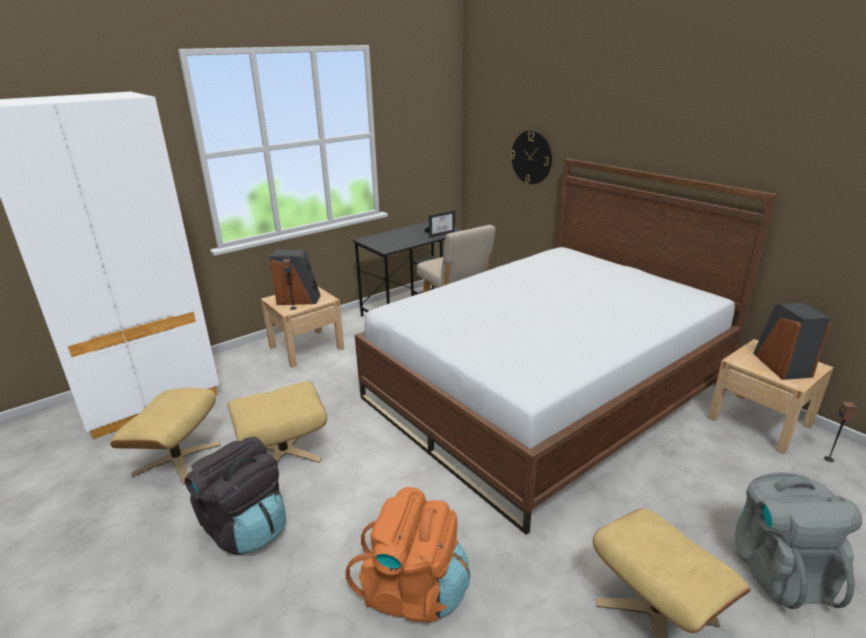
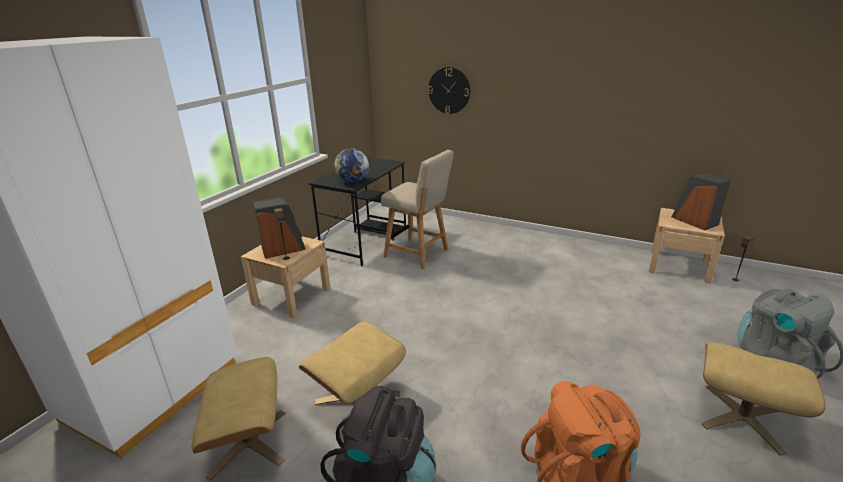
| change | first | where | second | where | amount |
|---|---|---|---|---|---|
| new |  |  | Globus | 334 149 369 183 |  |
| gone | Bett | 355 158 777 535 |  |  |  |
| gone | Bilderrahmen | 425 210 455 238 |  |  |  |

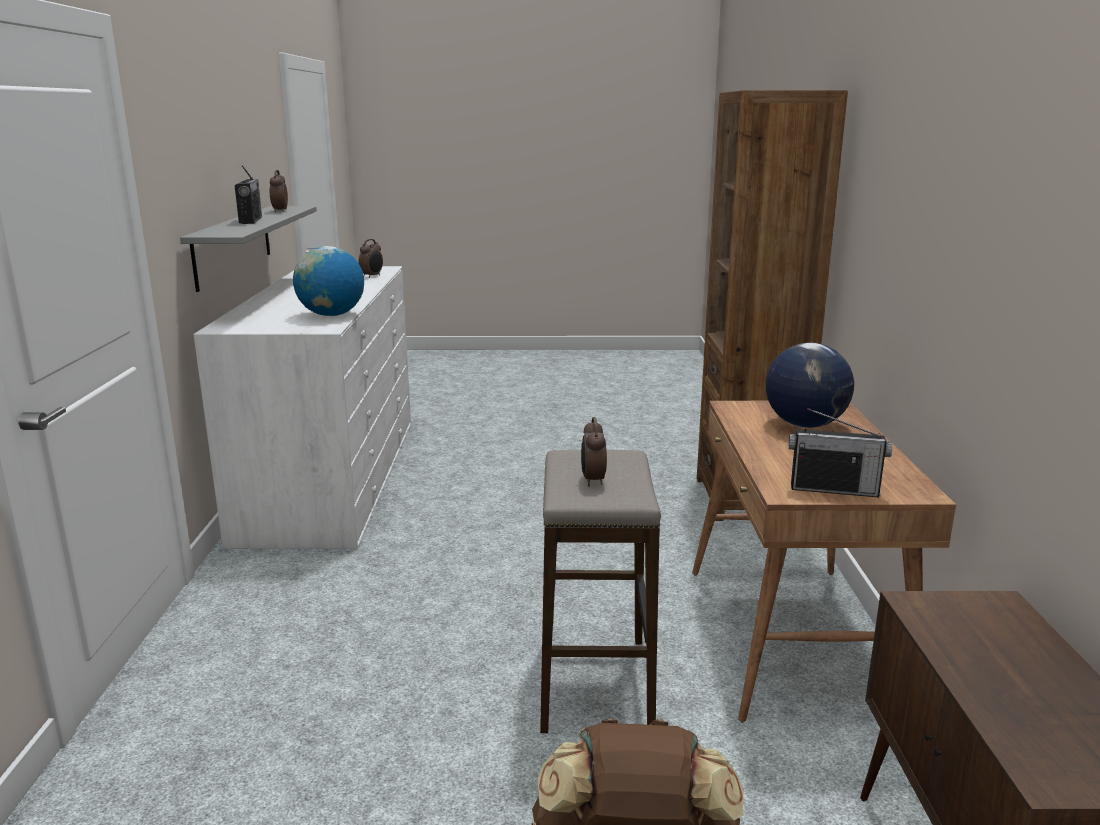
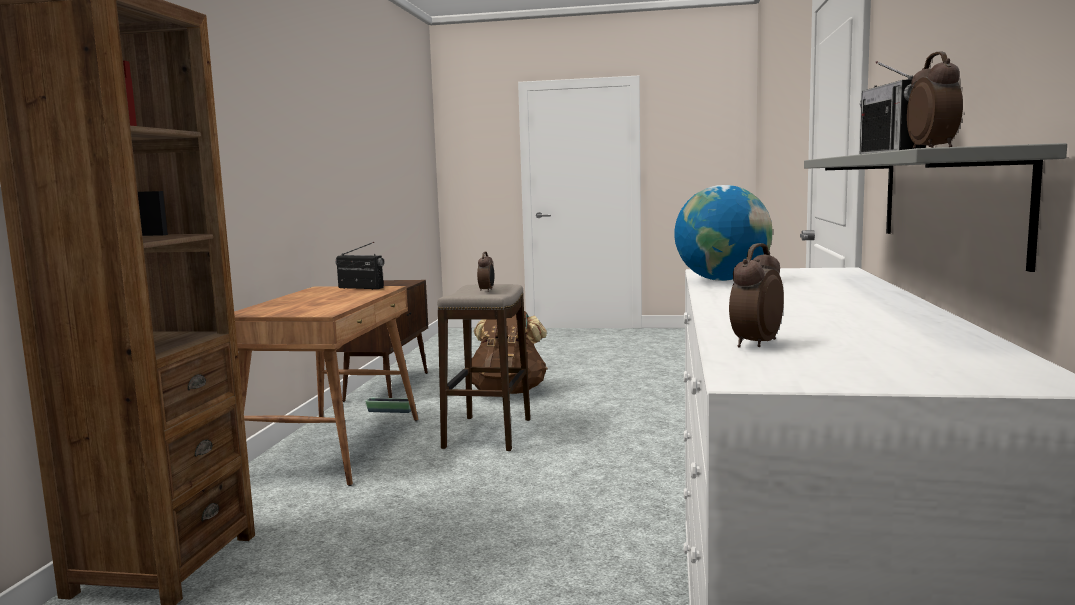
| change | first | where | second | where | amount |
|---|---|---|---|---|---|
| new |  |  | Pflanzkübel | 365 398 411 413 |  |
| gone | Globus | 766 343 854 428 |  |  |  |

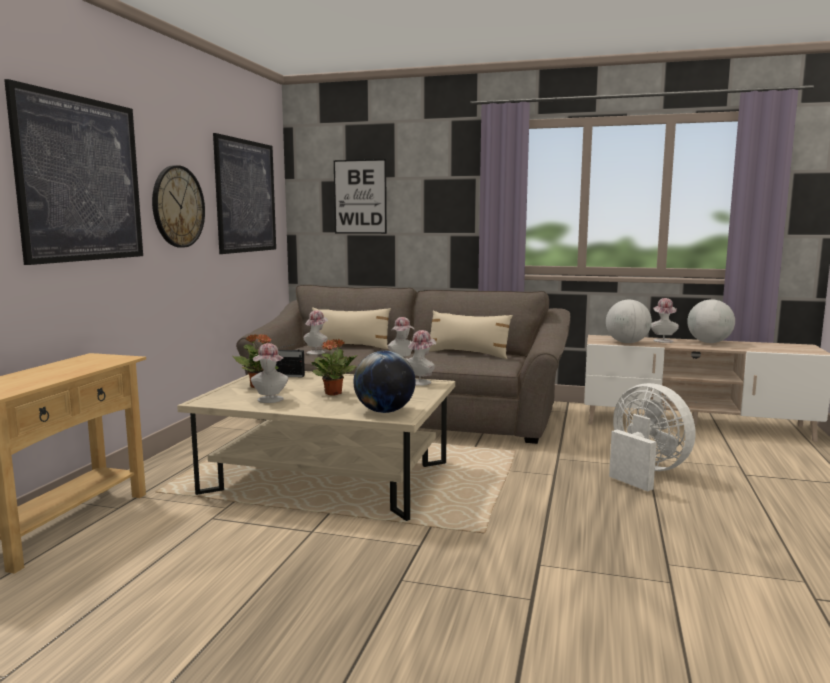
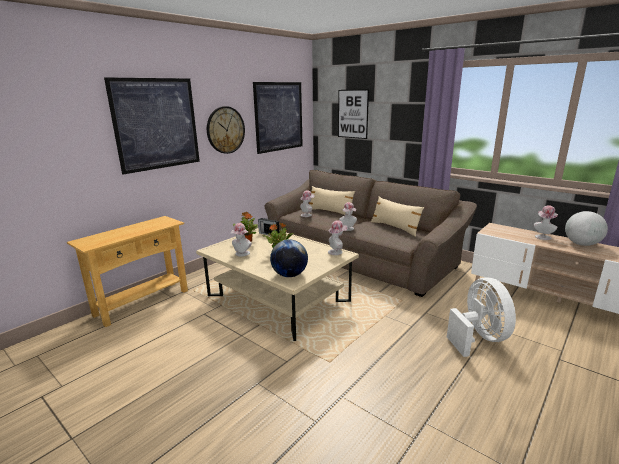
| change | first | where | second | where | amount |
|---|---|---|---|---|---|
| gone | Globus | 606 300 652 343 |  |  |  |

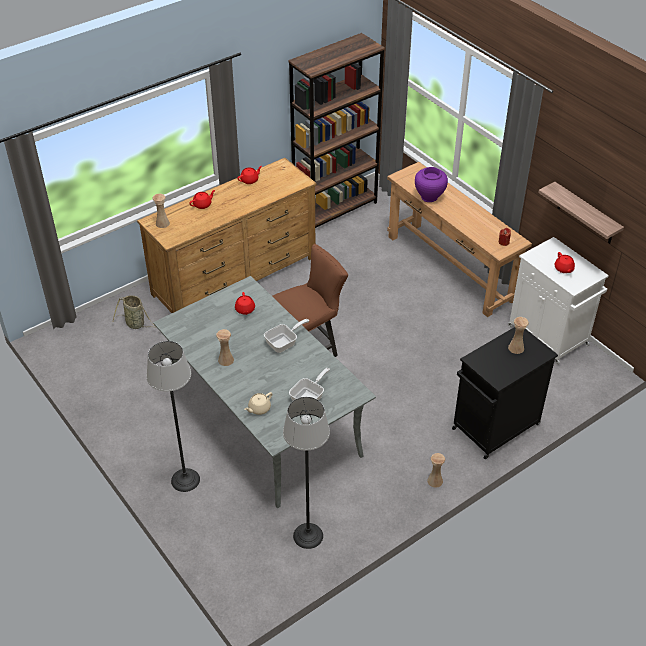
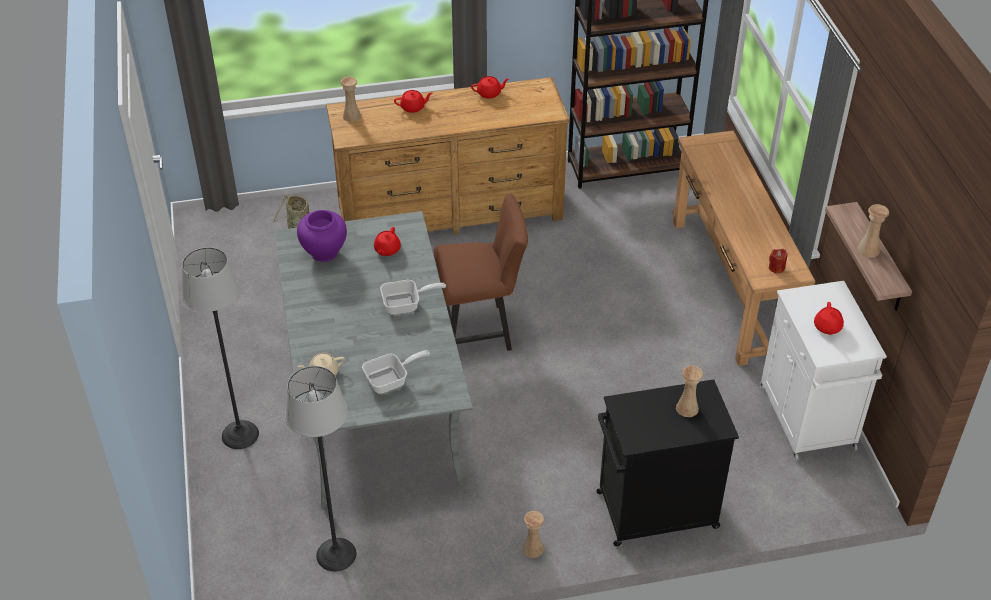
| change | first | where | second | where | amount |
|---|---|---|---|---|---|
| shifted | Vase [lila] | 415 167 448 202 |  | 297 210 347 262 |  |
| shifted | Vase [beige] | 216 329 234 366 |  | 857 204 889 258 |  |

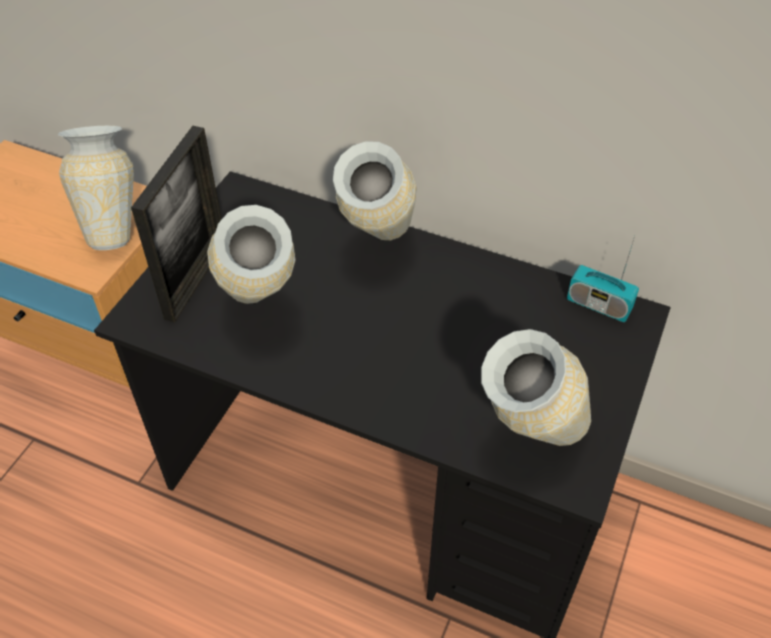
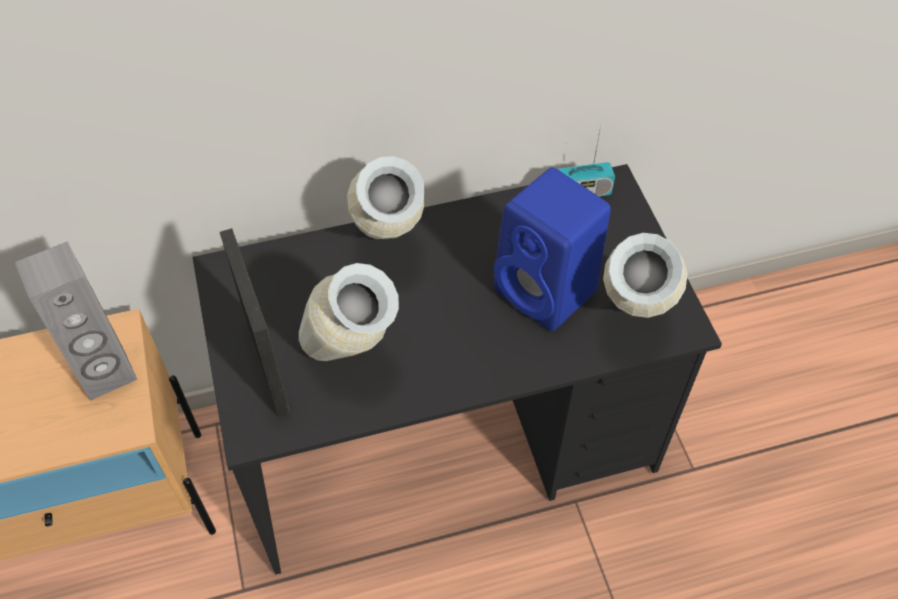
| change | first | where | second | where | amount |
|---|---|---|---|---|---|
| swapped | Vase | 58 126 134 250 | Lautsprecher [grau] | 15 241 137 401 |  |
| new |  |  | Lautsprecher [blau] | 494 167 611 331 |  |

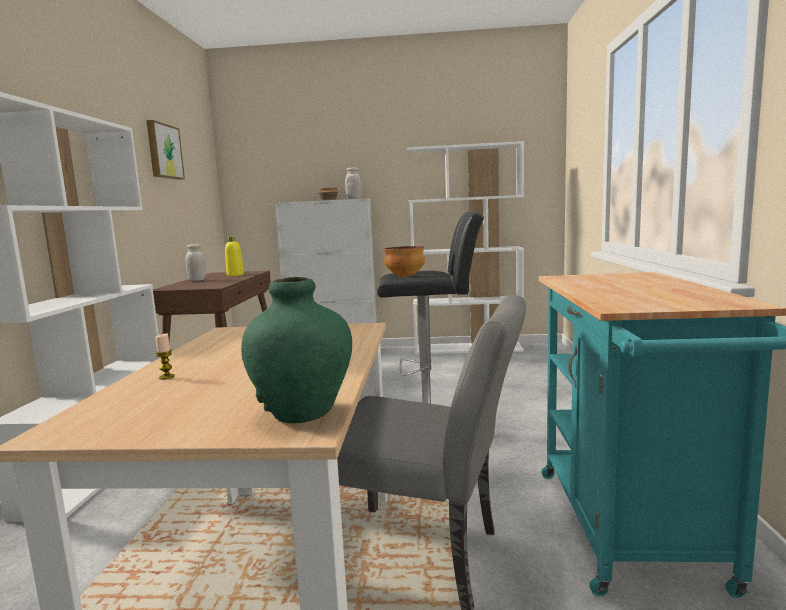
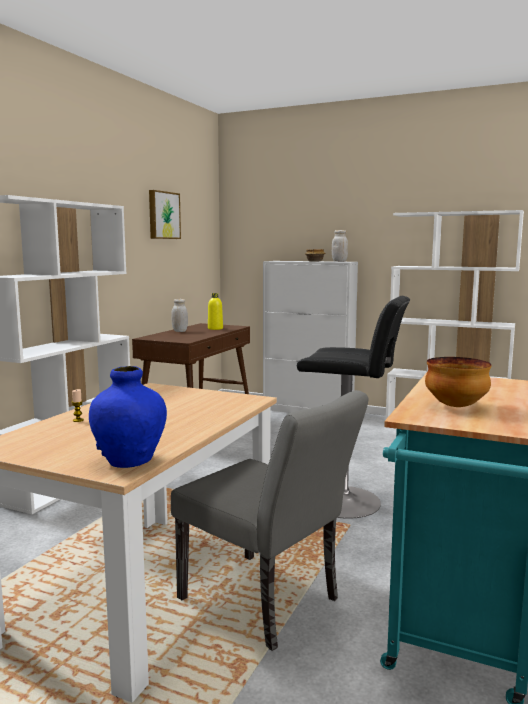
| change | first | where | second | where | amount |
|---|---|---|---|---|---|
| repainted | Vase [grün] | 241 277 352 423 | Vase [blau] | 89 366 167 468 |  |
| shifted | Schüssel | 384 246 425 277 |  | 425 357 492 407 |  |

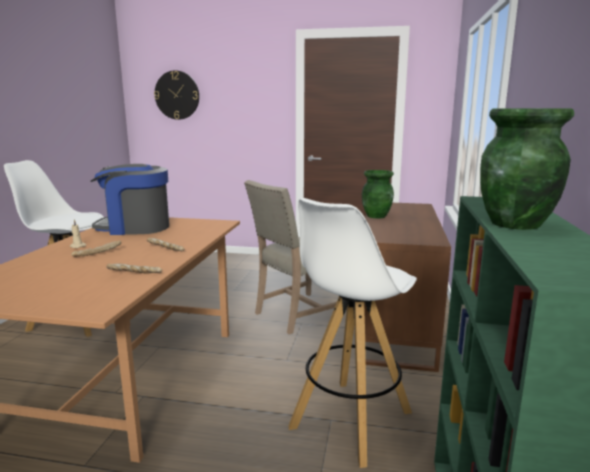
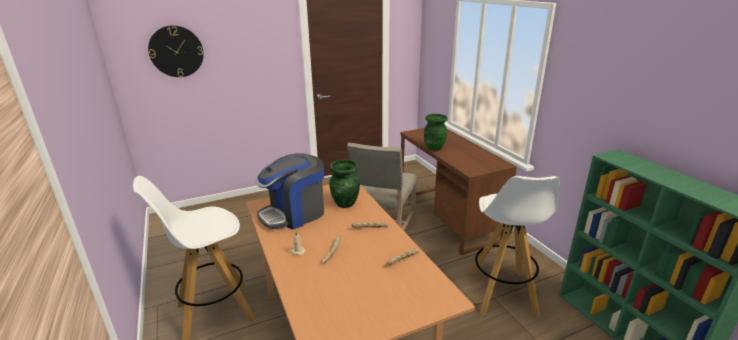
| change | first | where | second | where | amount |
|---|---|---|---|---|---|
| shifted | Vase [grün] | 480 109 574 230 |  | 329 160 360 208 |  |

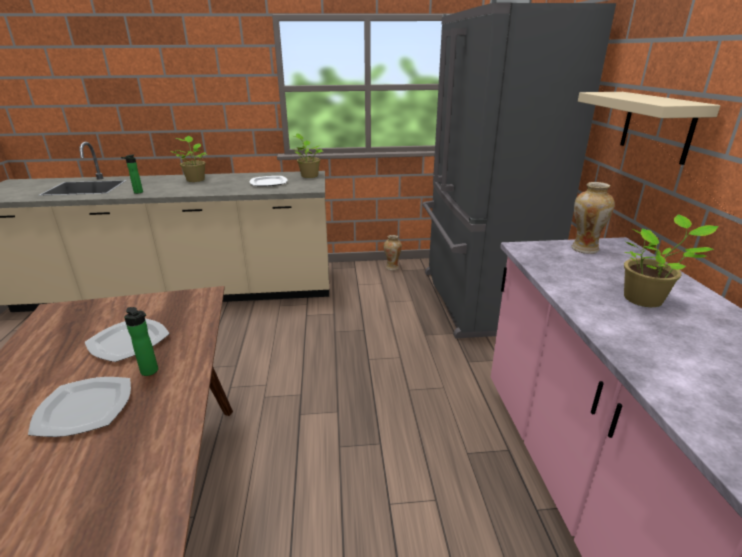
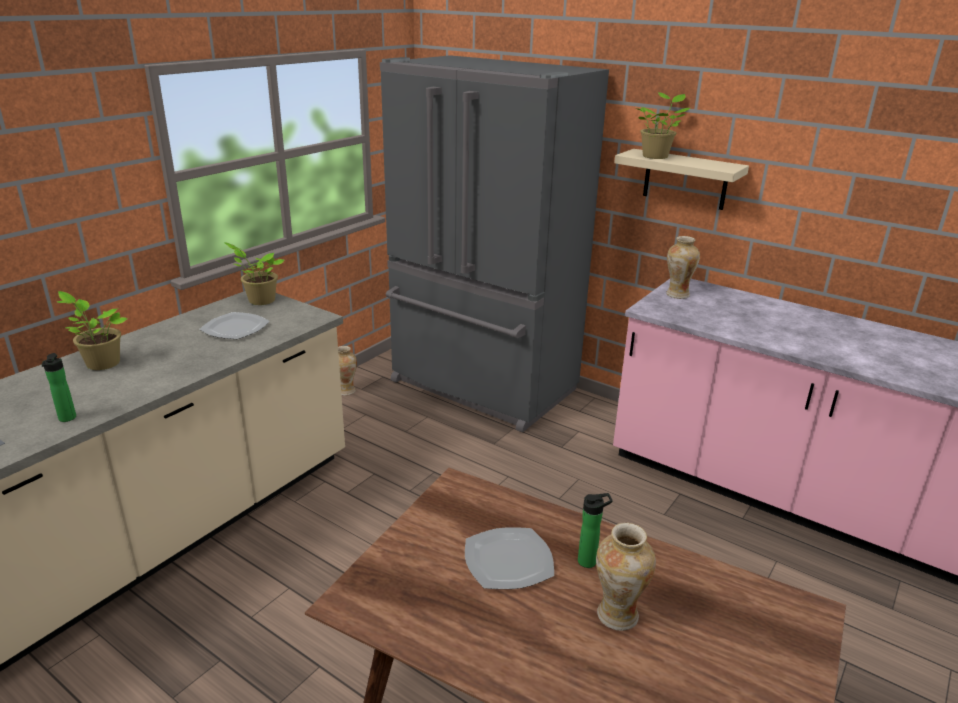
| change | first | where | second | where | amount |
|---|---|---|---|---|---|
| swapped | Teller | 28 377 131 437 | Vase | 596 523 656 631 |  |
| shifted | Topfpflanze | 624 215 719 307 |  | 636 92 690 159 |  |

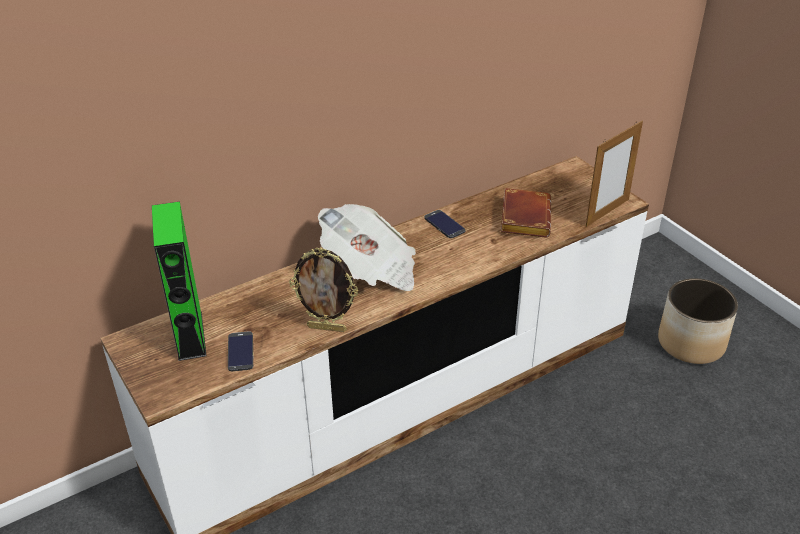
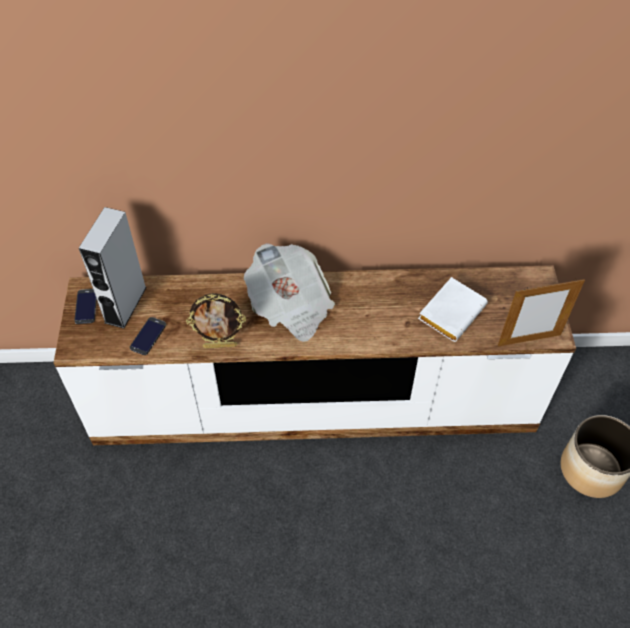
| change | first | where | second | where | amount |
|---|---|---|---|---|---|
| shifted | Handy | 424 210 465 238 |  | 74 289 97 324 |  |
| repainted | Lautsprecher [grün] | 152 202 206 361 | Lautsprecher [grau] | 79 207 147 328 |  |
| rotated | Bilderrahmen | 289 247 358 332 |  | 186 293 246 349 | 45 degrees counterclockwise |
| repainted | Buch [braun] | 501 188 551 238 | Buch [weiß] | 418 277 488 342 |  |

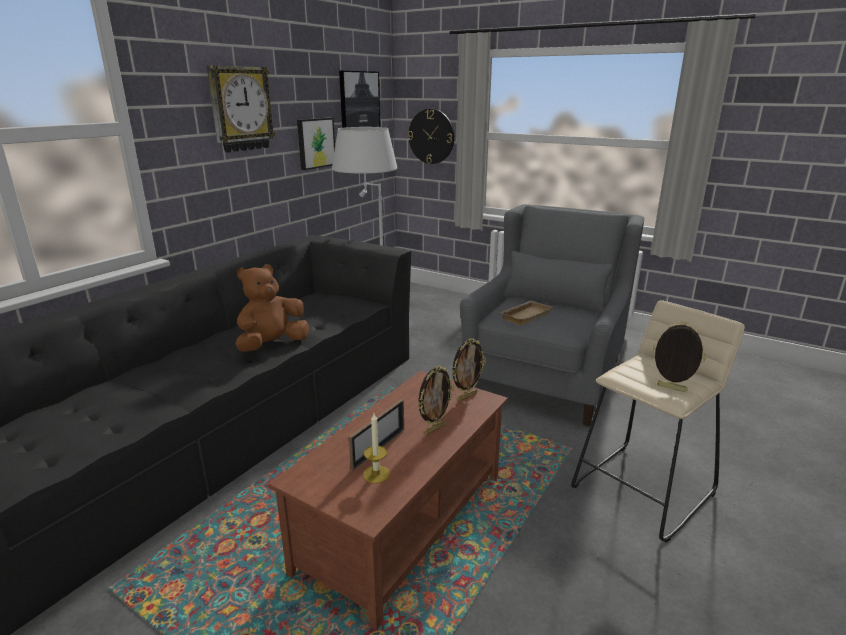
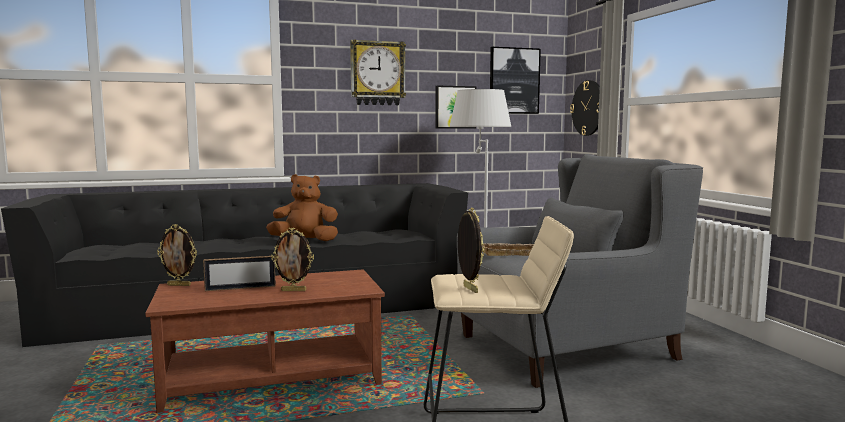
| change | first | where | second | where | amount |
|---|---|---|---|---|---|
| shifted | Bilderrahmen | 452 338 486 401 |  | 157 224 197 286 |  |
| gone | Kerze | 363 414 390 483 |  |  |  |

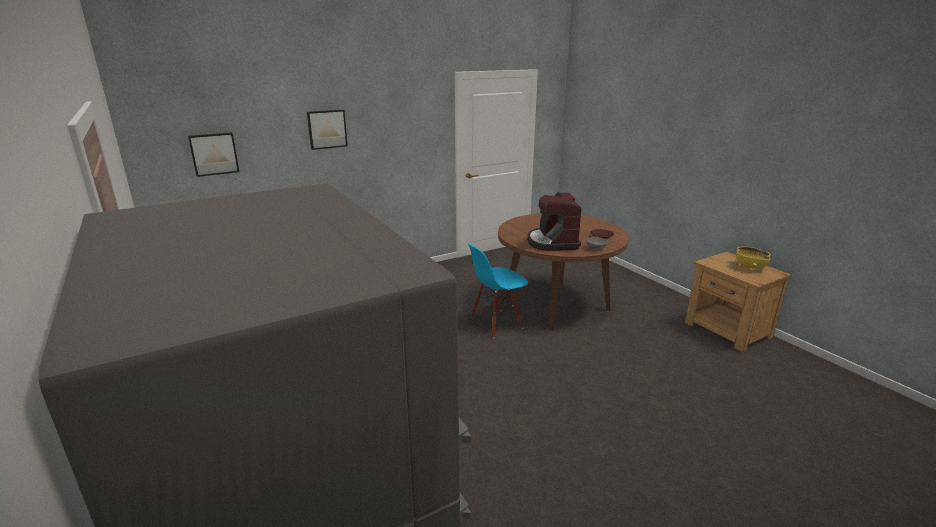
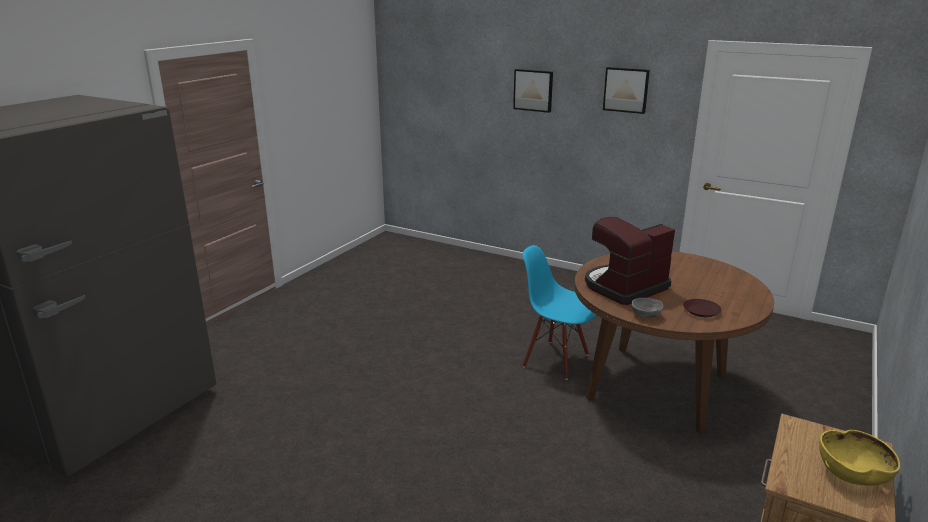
| change | first | where | second | where | amount |
|---|---|---|---|---|---|
| shifted | Bild | 188 132 239 177 |  | 603 67 650 114 |  |

